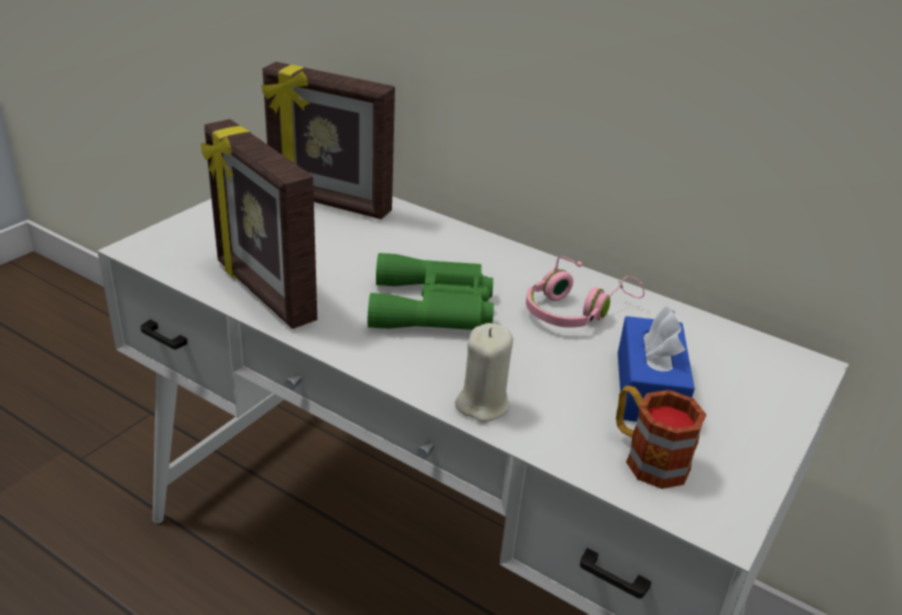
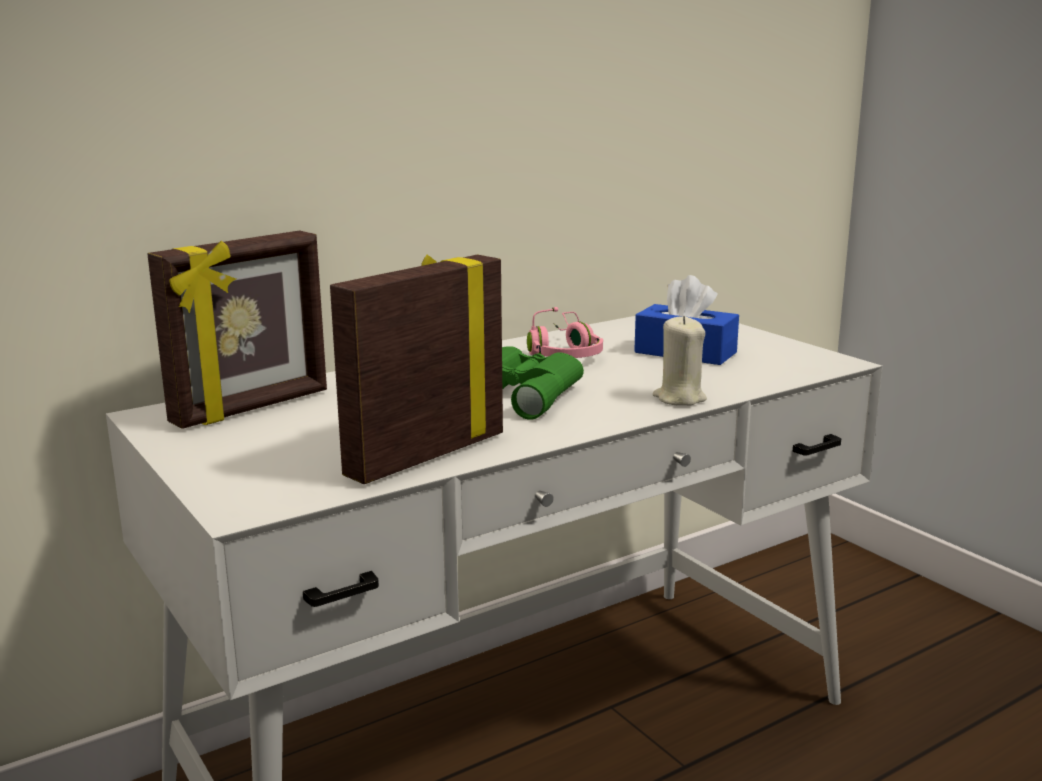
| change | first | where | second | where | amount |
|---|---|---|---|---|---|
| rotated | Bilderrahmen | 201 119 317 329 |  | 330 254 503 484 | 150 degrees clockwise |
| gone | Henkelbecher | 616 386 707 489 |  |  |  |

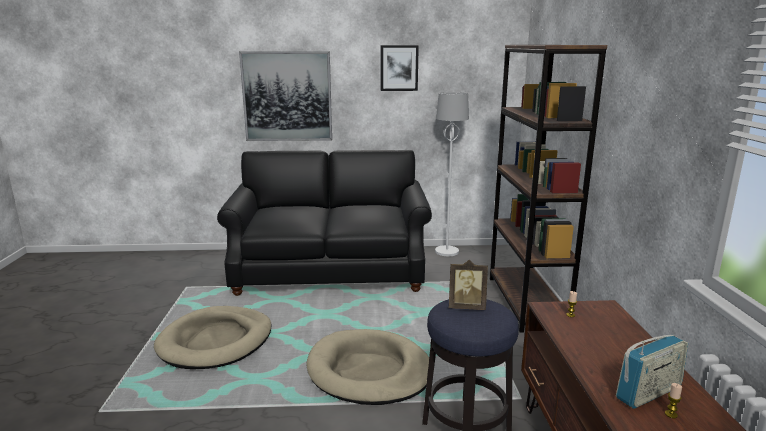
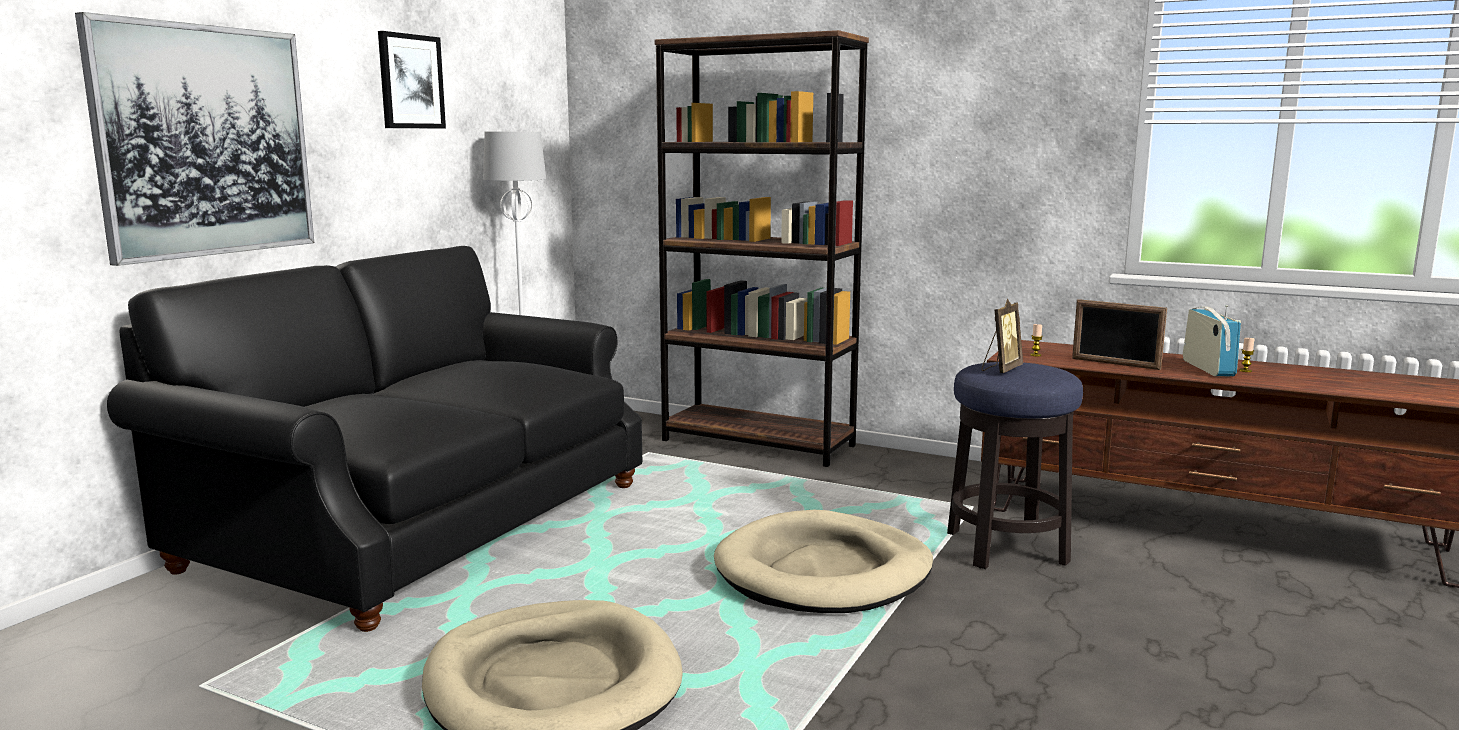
| change | first | where | second | where | amount |
|---|---|---|---|---|---|
| new |  |  | Bilderrahmen | 1072 299 1167 370 |  |

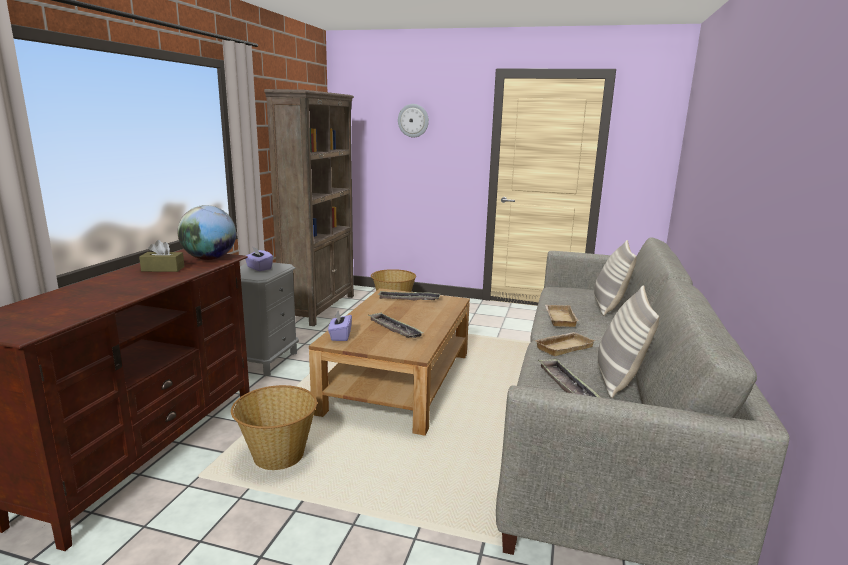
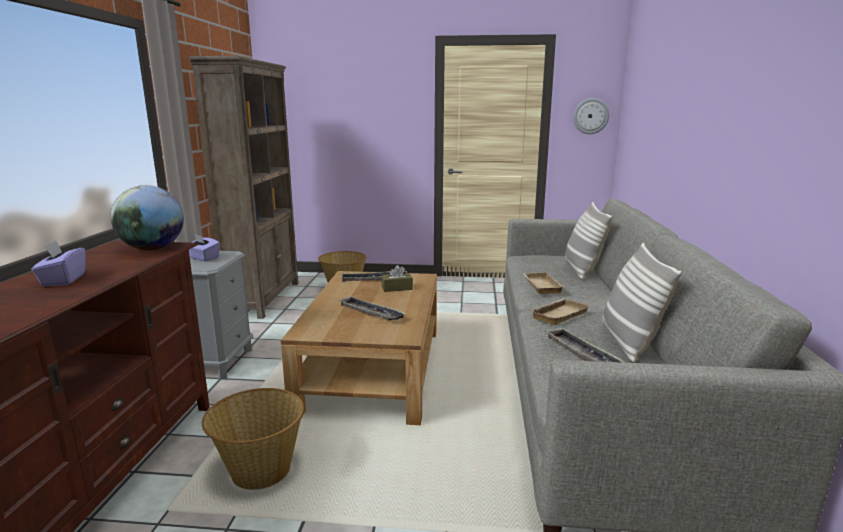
| change | first | where | second | where | amount |
|---|---|---|---|---|---|
| shifted | Taschentuchbox [lila] | 328 311 352 341 |  | 31 240 86 286 |  |
| shifted | Taschentuchbox [braun] | 139 240 185 272 |  | 381 265 413 292 |  |
| shifted | Wanduhr | 398 104 429 137 |  | 573 98 609 134 |  |

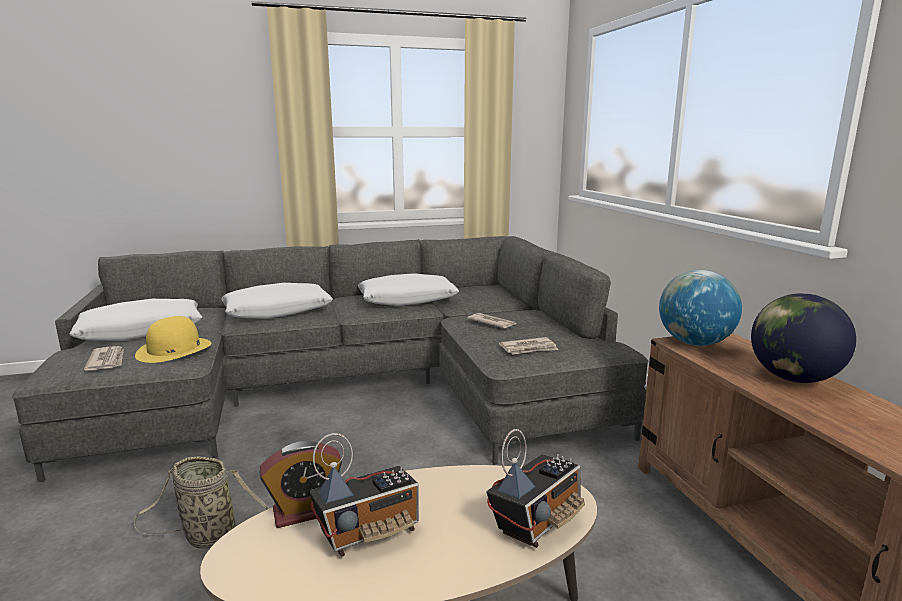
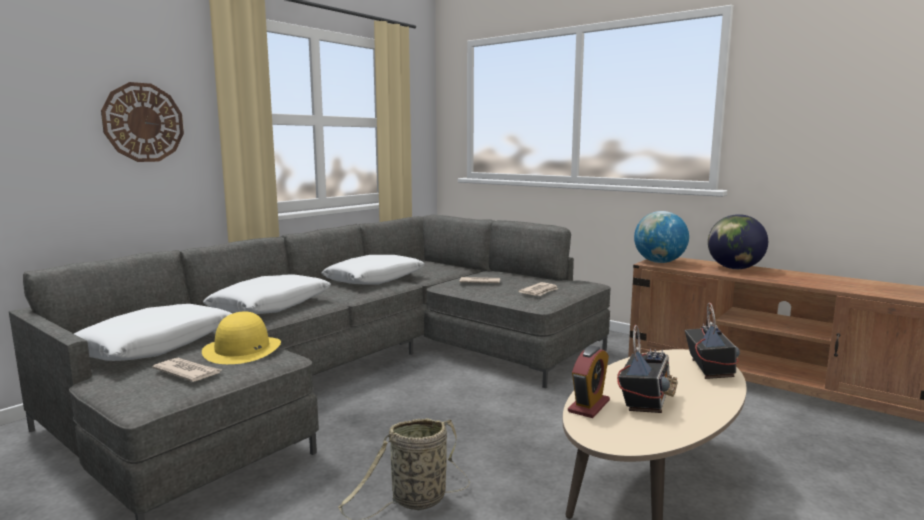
| change | first | where | second | where | amount |
|---|---|---|---|---|---|
| new |  |  | Wanduhr | 101 82 184 162 |  |

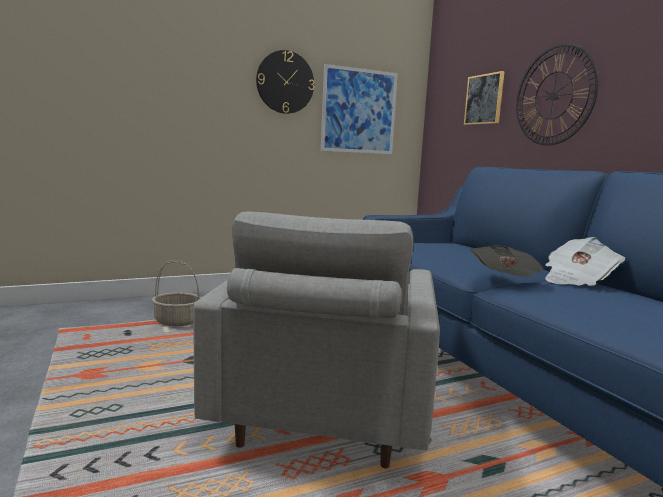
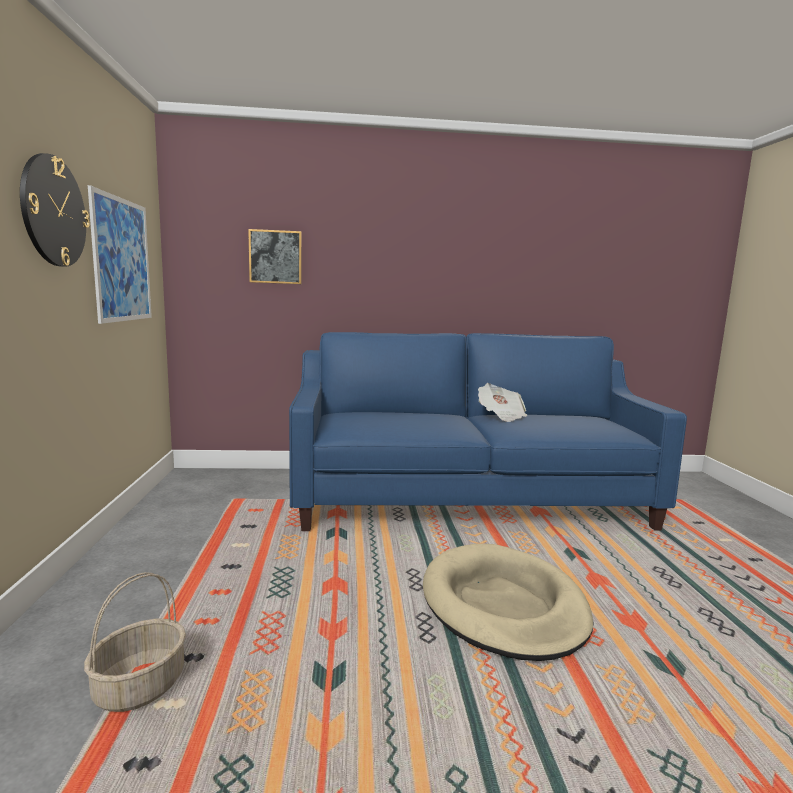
| change | first | where | second | where | amount |
|---|---|---|---|---|---|
| swapped | Sessel [grau] | 193 211 440 468 | Hundebett [beige] | 423 543 593 661 |  |
| gone | Zeitung | 470 246 544 277 |  |  |  |
| gone | Wanduhr | 516 43 599 145 |  |  |  |

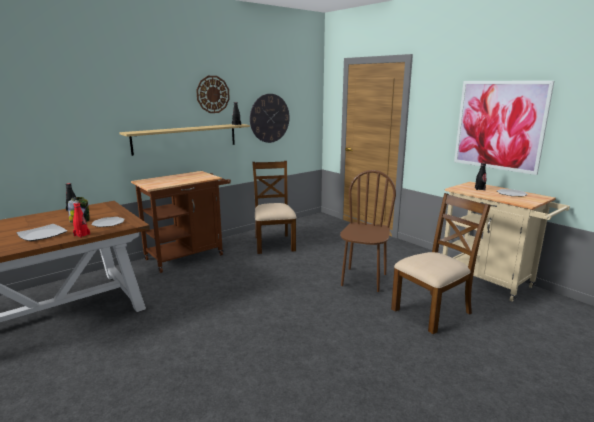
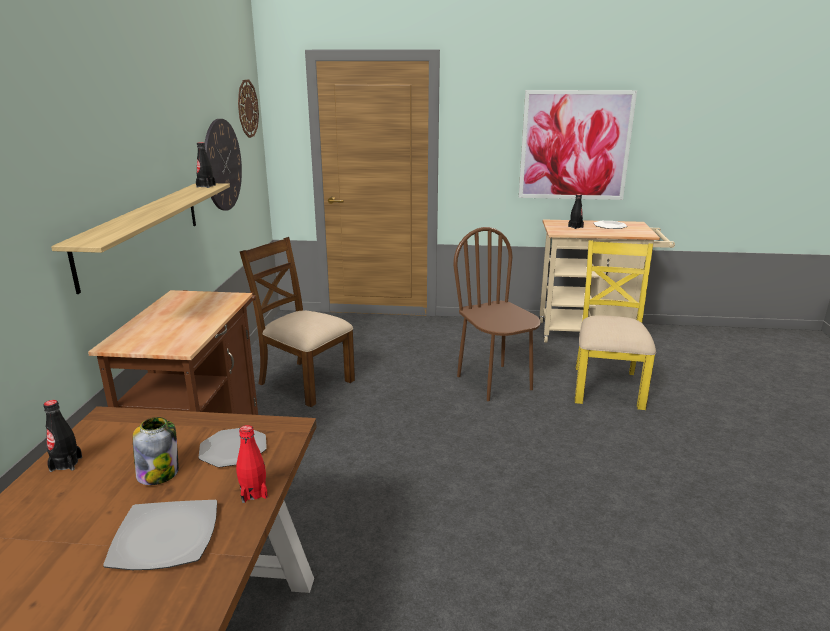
| change | first | where | second | where | amount |
|---|---|---|---|---|---|
| shifted | Wanduhr | 196 76 230 113 |  | 238 79 259 138 |  |
| repainted | Stuhl [braun] | 391 193 491 334 | Stuhl [gelb] | 575 240 656 410 |  |

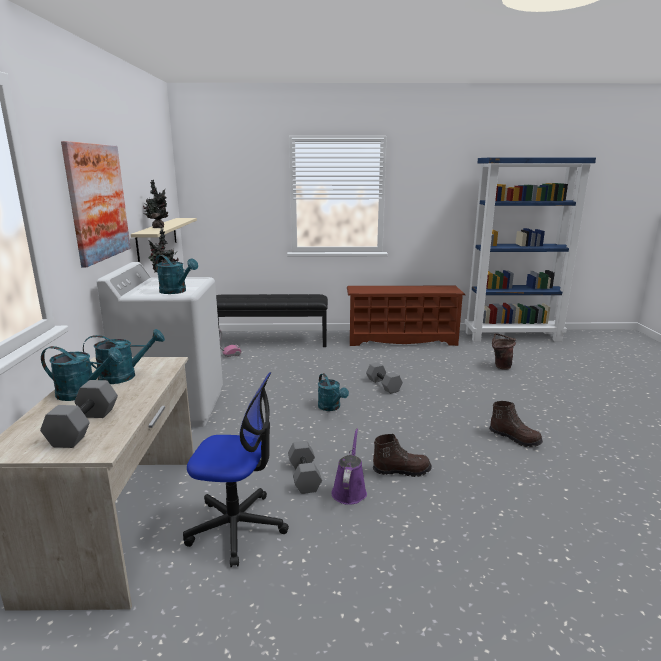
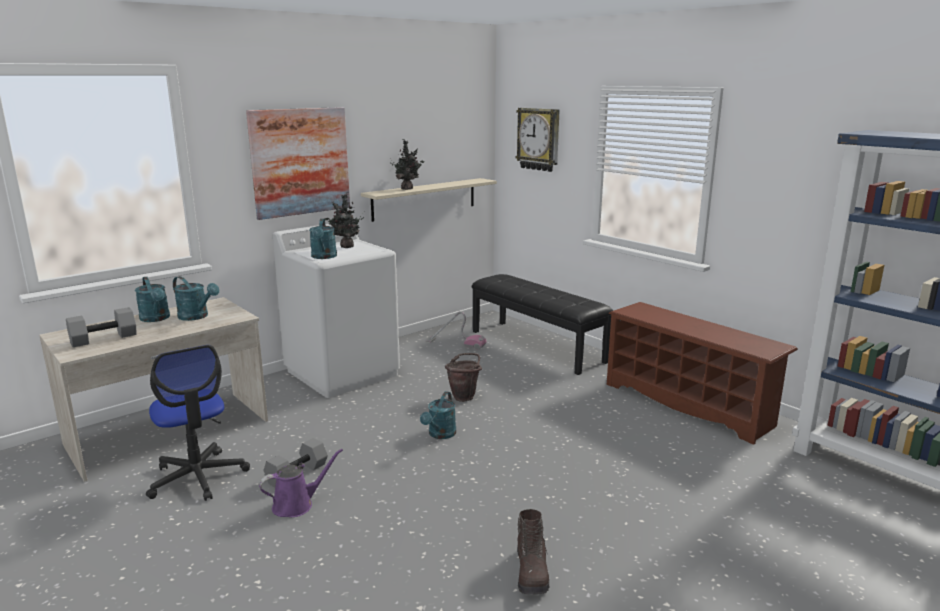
| change | first | where | second | where | amount |
|---|---|---|---|---|---|
| shifted | Eimer [braun] | 492 334 516 370 |  | 445 353 482 402 |  |
| new |  |  | Wanduhr | 515 108 559 172 |  |
| gone | Hantel [grau] | 366 362 403 394 |  |  |  |
| gone | Stiefel [braun] | 373 434 432 477 |  |  |  |

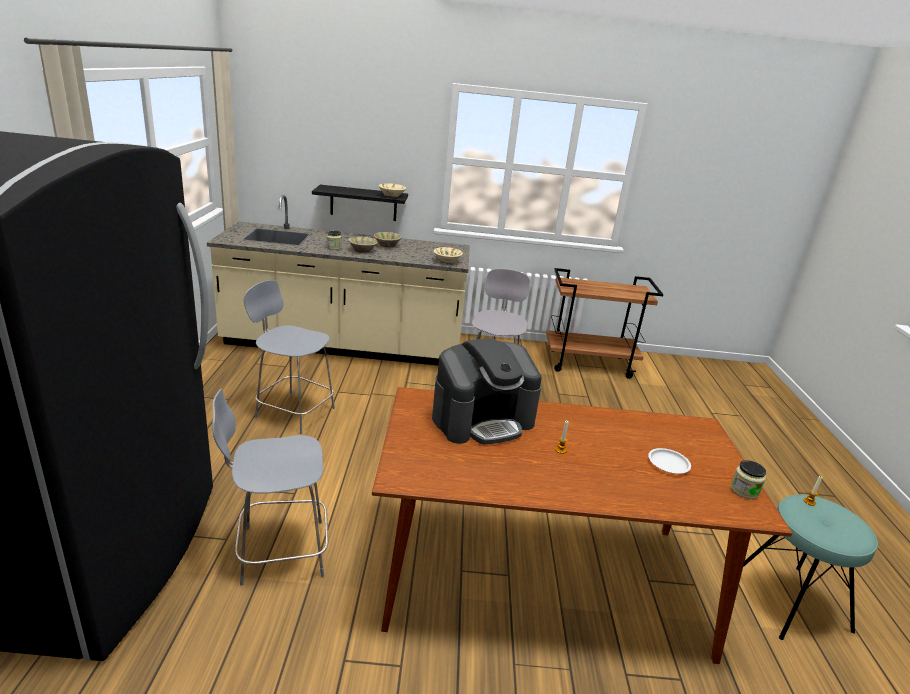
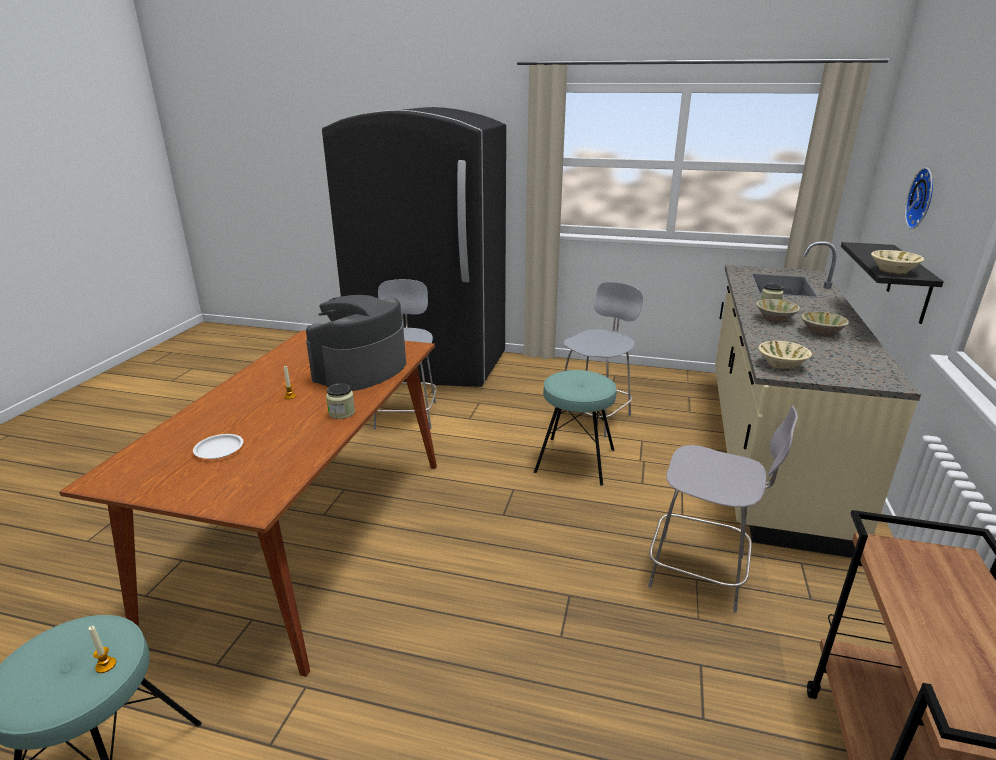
| change | first | where | second | where | amount |
|---|---|---|---|---|---|
| rotated | Kaffeemaschine | 432 338 542 445 |  | 306 295 406 391 | 45 degrees clockwise |
| shifted | Vorratsglas | 731 460 766 499 |  | 326 383 355 419 |  |
| new |  |  | Hocker [türkis] | 534 370 617 486 |  |
| new |  |  | Wanduhr | 905 168 933 229 |  |

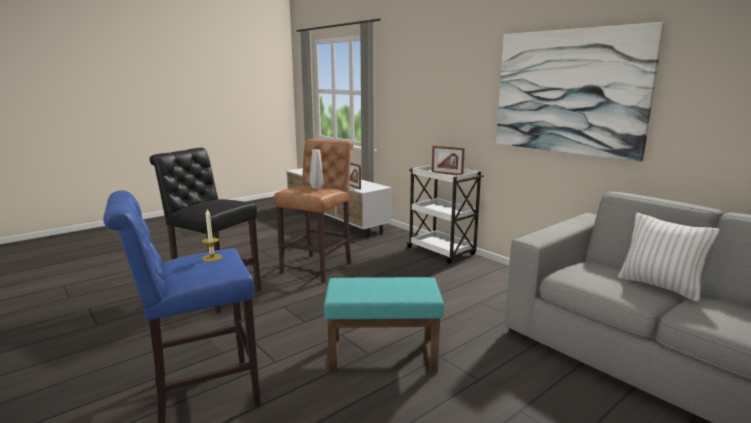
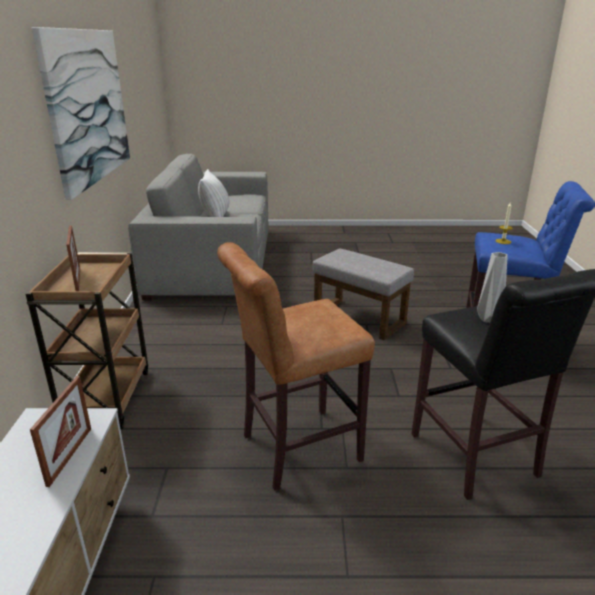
| change | first | where | second | where | amount |
|---|---|---|---|---|---|
| repainted | Rollwagen [weiß] | 406 165 484 264 | Rollwagen [braun] | 25 253 148 429 |  |
| repainted | Polsterhocker [türkis] | 324 277 444 374 | Polsterhocker [grau] | 312 248 414 340 |  |
| shifted | Vase [grau] | 309 149 323 189 |  | 477 252 508 323 |  |

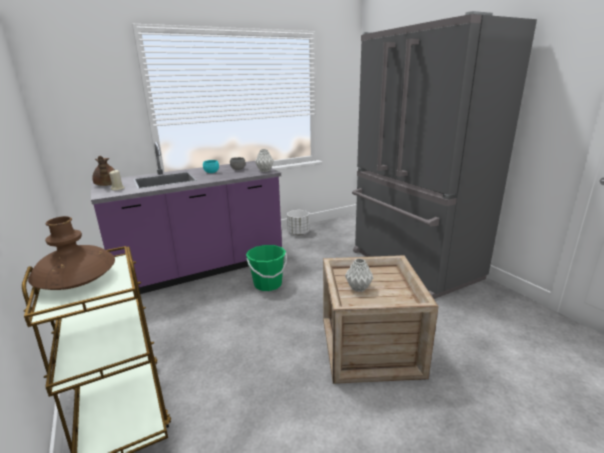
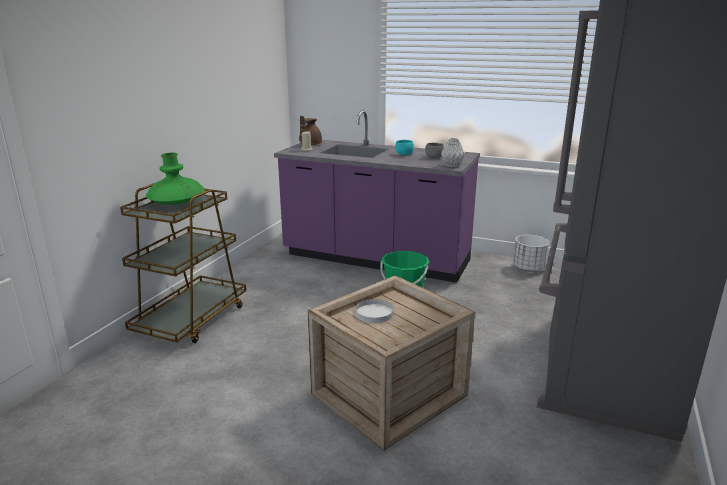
| change | first | where | second | where | amount |
|---|---|---|---|---|---|
| repainted | Vase [braun] | 28 216 115 290 | Vase [grün] | 146 152 205 205 |  |
| swapped | Vase [grau] | 345 258 373 292 | Teller [weiß] | 355 299 394 323 |  |

